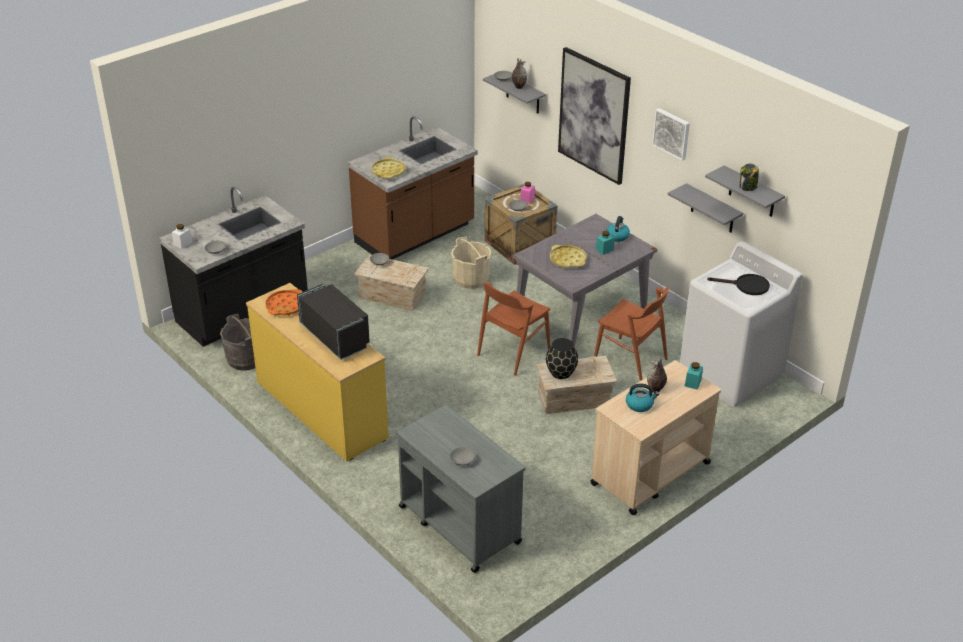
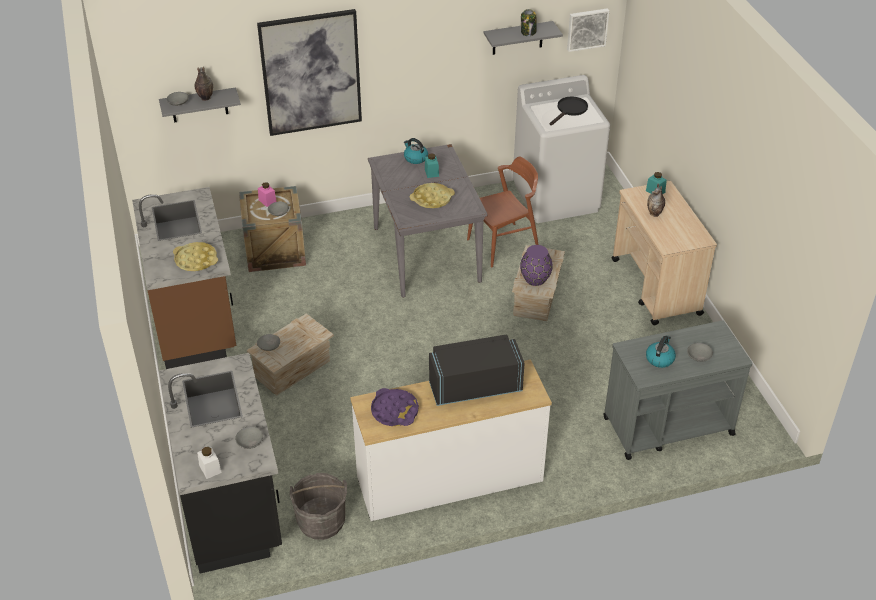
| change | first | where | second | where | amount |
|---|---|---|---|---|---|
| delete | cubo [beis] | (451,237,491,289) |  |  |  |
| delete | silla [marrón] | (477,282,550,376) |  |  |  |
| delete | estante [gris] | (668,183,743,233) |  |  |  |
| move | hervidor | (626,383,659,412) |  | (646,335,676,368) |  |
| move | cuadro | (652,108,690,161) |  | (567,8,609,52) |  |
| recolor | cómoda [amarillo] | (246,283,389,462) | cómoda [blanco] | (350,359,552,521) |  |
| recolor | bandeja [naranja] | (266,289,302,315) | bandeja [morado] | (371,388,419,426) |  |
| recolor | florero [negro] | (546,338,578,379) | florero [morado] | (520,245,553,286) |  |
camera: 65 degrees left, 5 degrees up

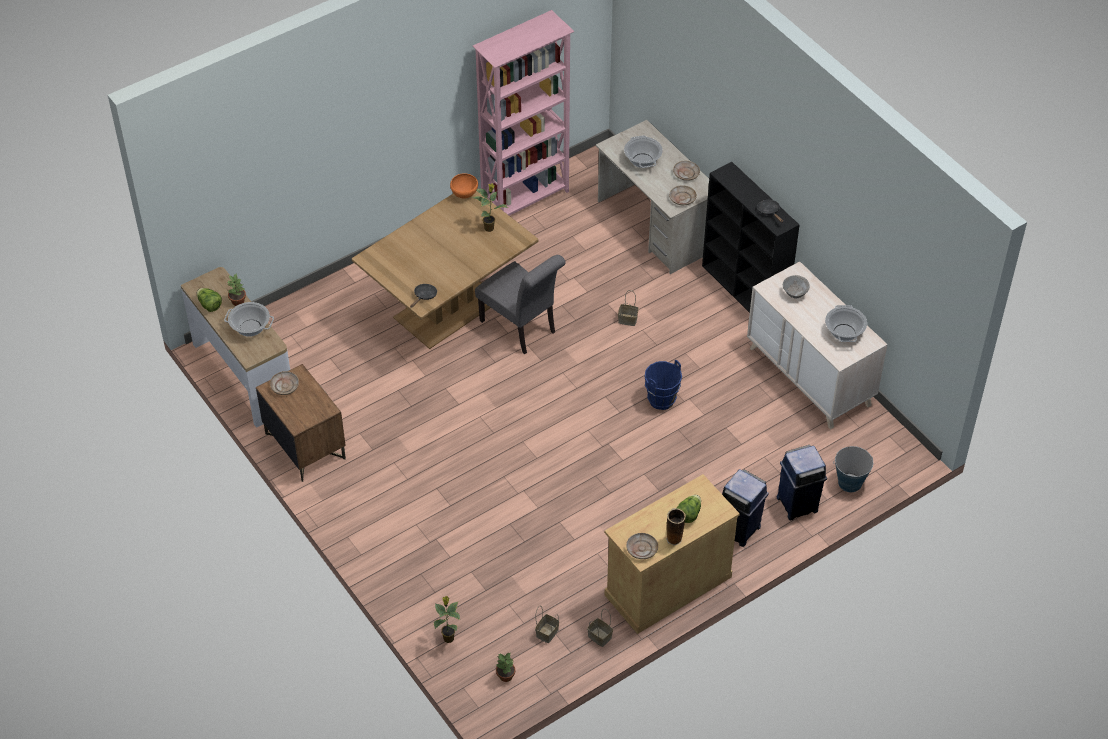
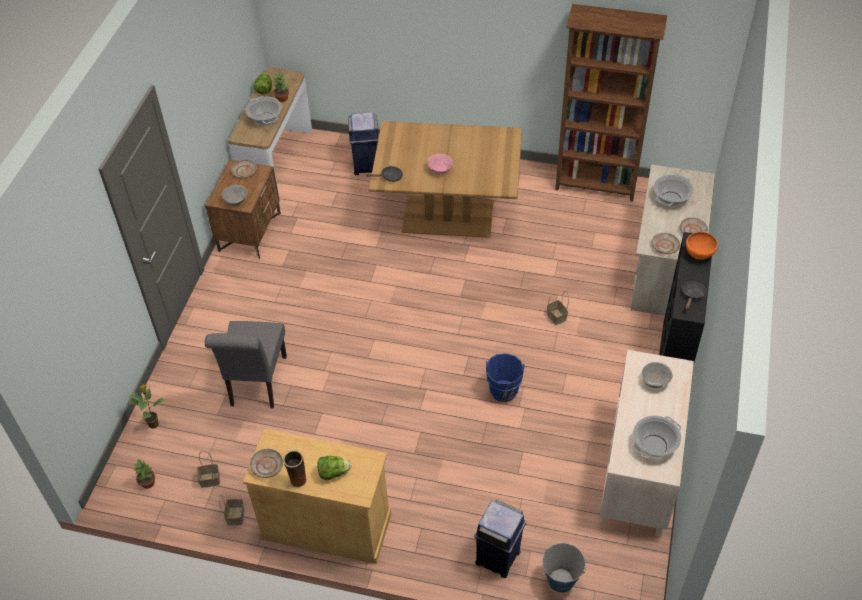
| change | first | where | second | where | amount |
|---|---|---|---|---|---|
| delete | planta en maceta | (472,184,508,232) |  |  |  |
| insert |  |  | cuenco [gris] | (222,185,247,206) |  |
| insert |  |  | cuenco [rosa] | (427,154,453,174) |  |
| move | cuenco [naranja] | (450,173,478,199) |  | (686,232,718,260) |  |
| move | silla [gris] | (475,255,566,354) |  | (205,321,287,408) |  |
| move | papelera [azul] | (722,469,769,547) |  | (348,112,379,175) |  |
| recolor | estantería [rosa] | (473,10,575,216) | estantería [marrón] | (555,4,667,202) |  |
camera: 50 degrees right, 0 degrees up

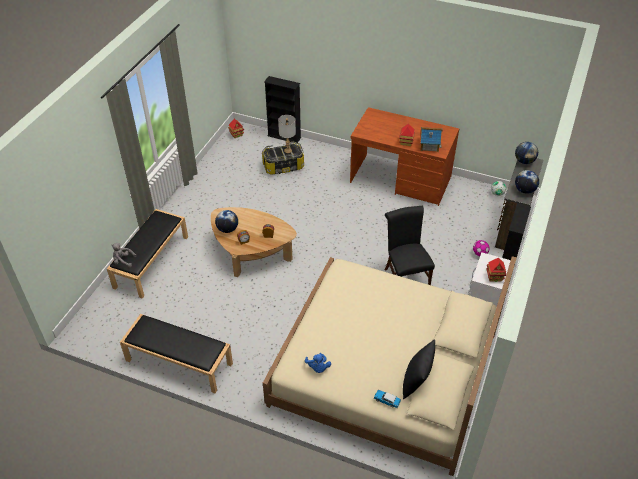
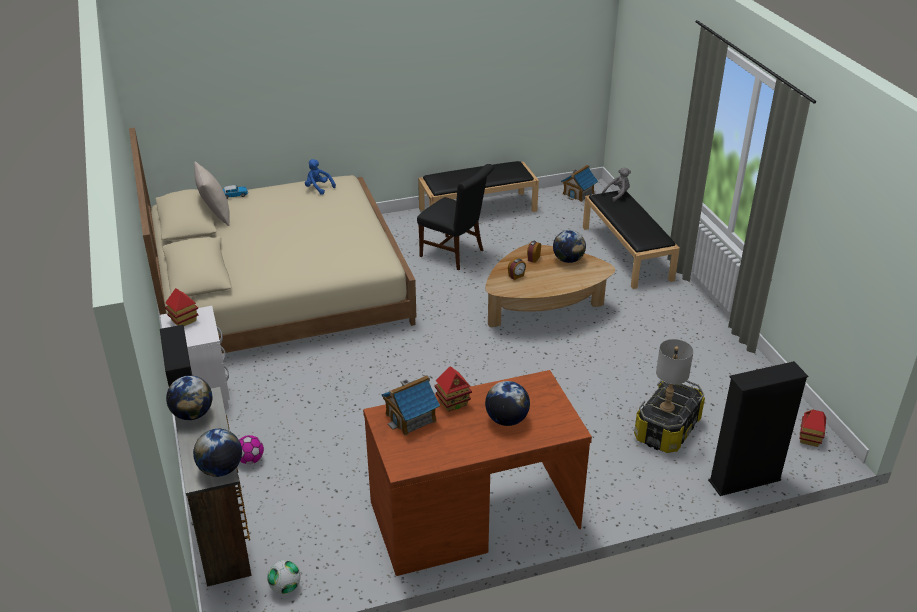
| change | first | where | second | where | amount |
|---|---|---|---|---|---|
| insert |  |  | globo terráqueo | (485,381,530,426) |  |
| insert |  |  | casita | (561,165,598,202) |  |
| move | silla [negro] | (385,206,435,285) |  | (417,164,494,270) |  |
| recolor | cojín [negro] | (403,340,435,400) | cojín [beis] | (194,161,230,226) |  |
camera: 140 degrees right, 10 degrees down

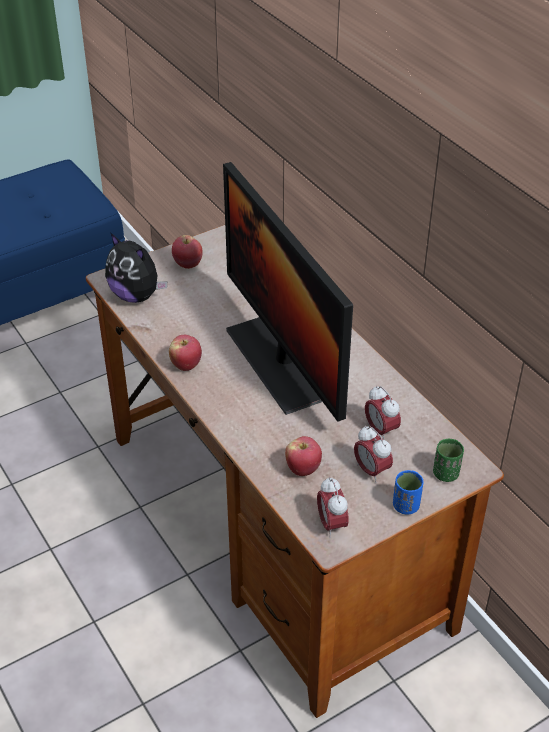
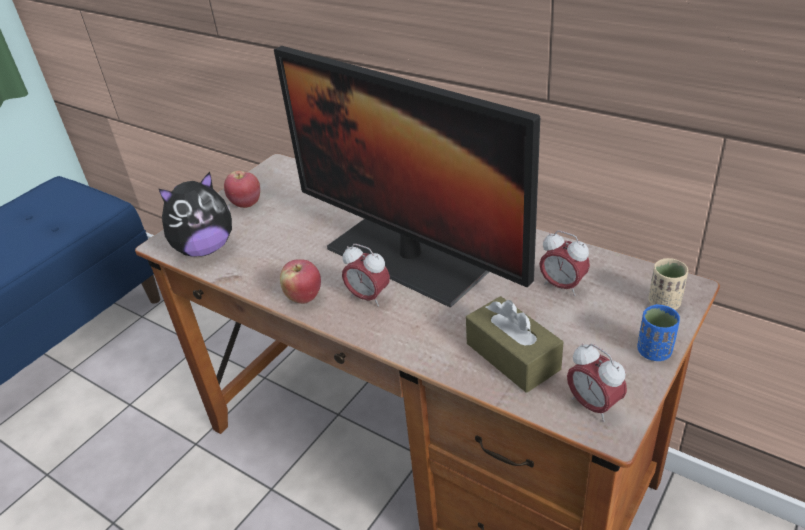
| change | first | where | second | where | amount |
|---|---|---|---|---|---|
| move | despertador | (354,426,393,483) |  | (342,244,390,307) |  |
| replace | manzana | (285,436,322,476) | caja de pañuelos [marrón] | (466,296,563,393) |  |
| recolor | taza [verde] | (433,439,464,482) | taza [beis] | (648,258,688,310) |  |
| rotate | peluche | (105,233,167,303) |  | (159,172,232,257) | 45 degrees counterclockwise |
camera: 20 degrees left, 5 degrees down

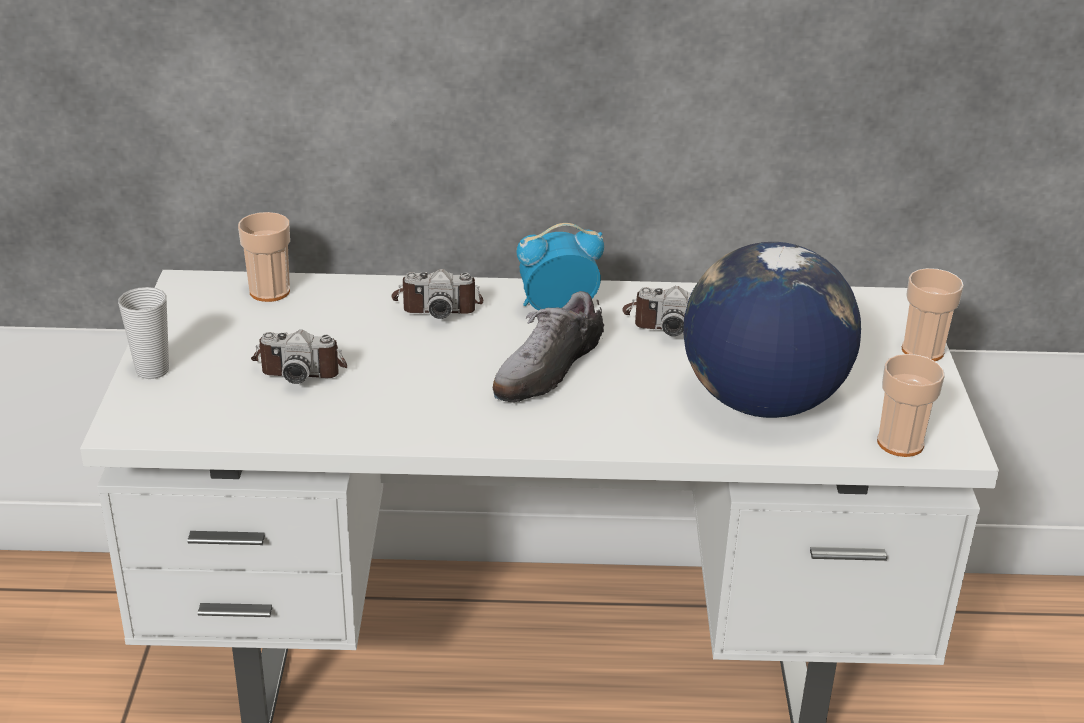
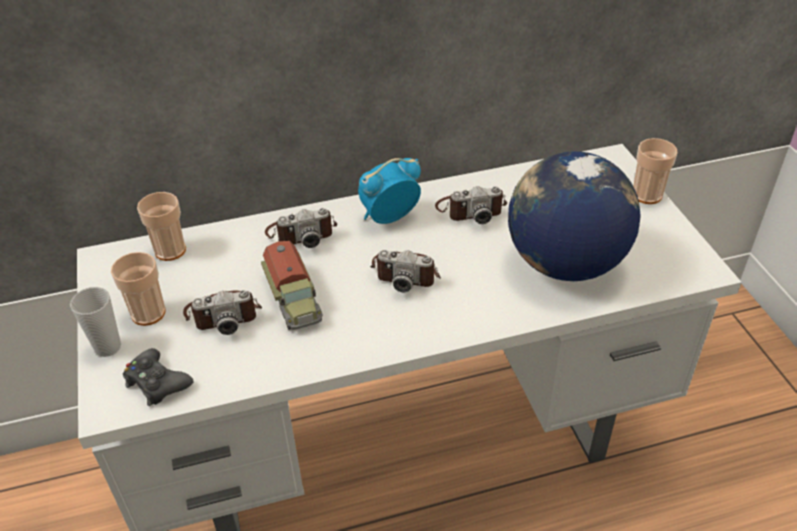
| change | first | where | second | where | amount |
|---|---|---|---|---|---|
| insert |  |  | mando de consola [negro] | (123,348,193,406) |  |
| insert |  |  | camión de juguete | (261,241,323,330) |  |
| move | taza | (877,354,945,457) |  | (111,252,166,326) |  |
| replace | zapato | (493,291,604,403) | cámara | (370,250,441,292) |  |
camera: 15 degrees left, 10 degrees up

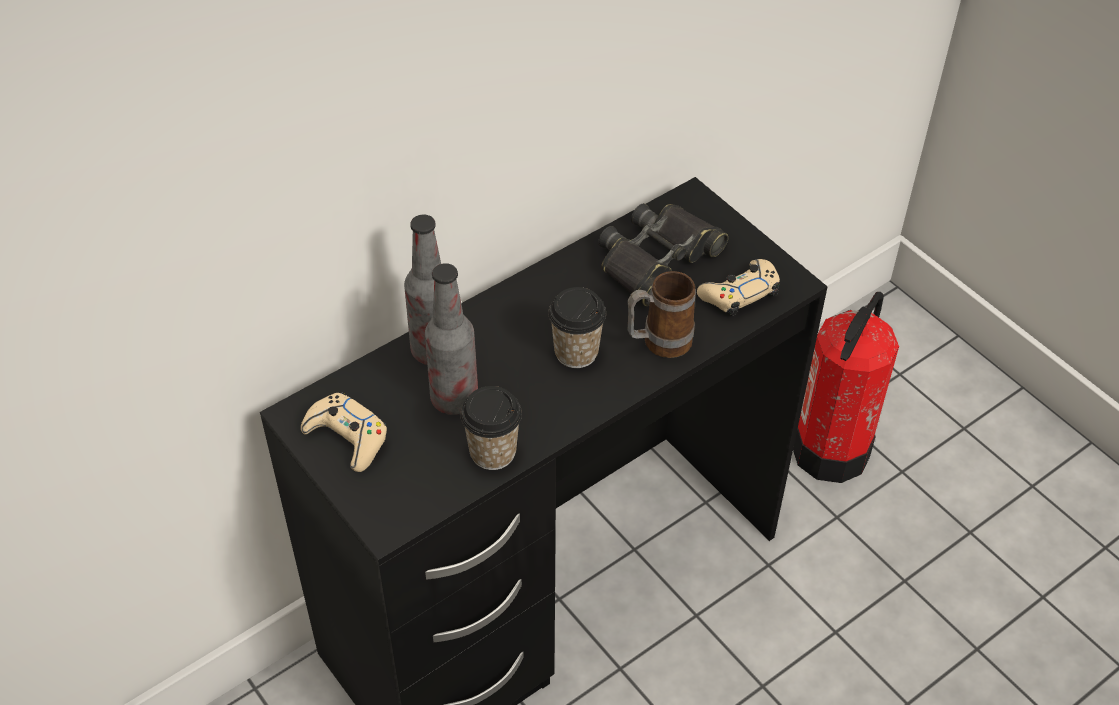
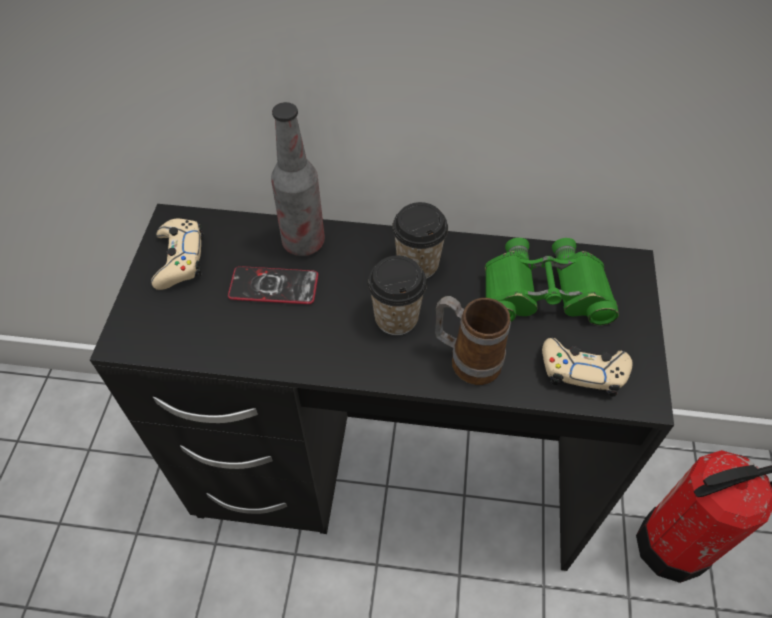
| change | first | where | second | where | amount |
|---|---|---|---|---|---|
| move | taza | (460,386,522,470) |  | (392,202,448,279) |  |
| replace | botella | (425,263,478,415) | móvil | (228,266,318,304) |  |
| recolor | prismáticos [negro] | (598,203,728,306) | prismáticos [verde] | (485,238,619,325) |  |
camera: 45 degrees right, 5 degrees up

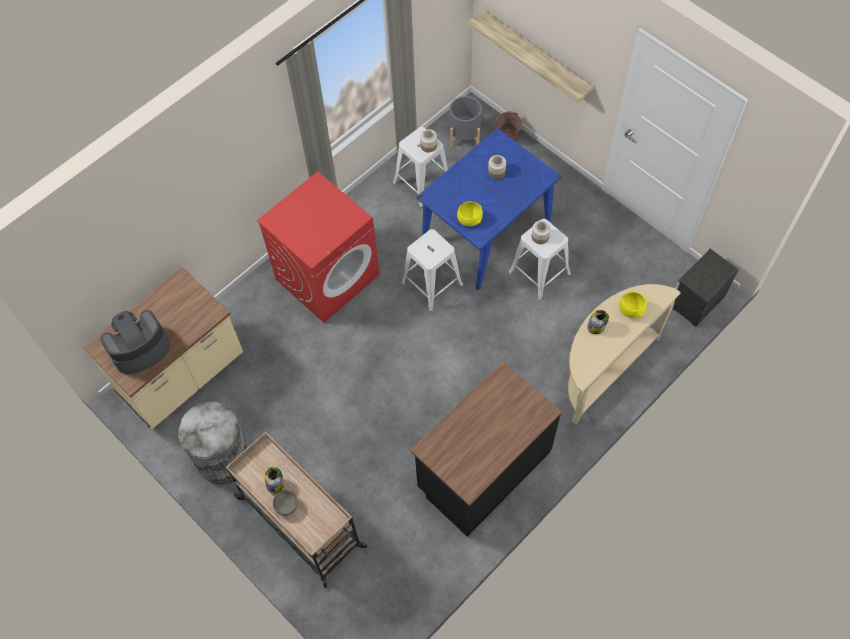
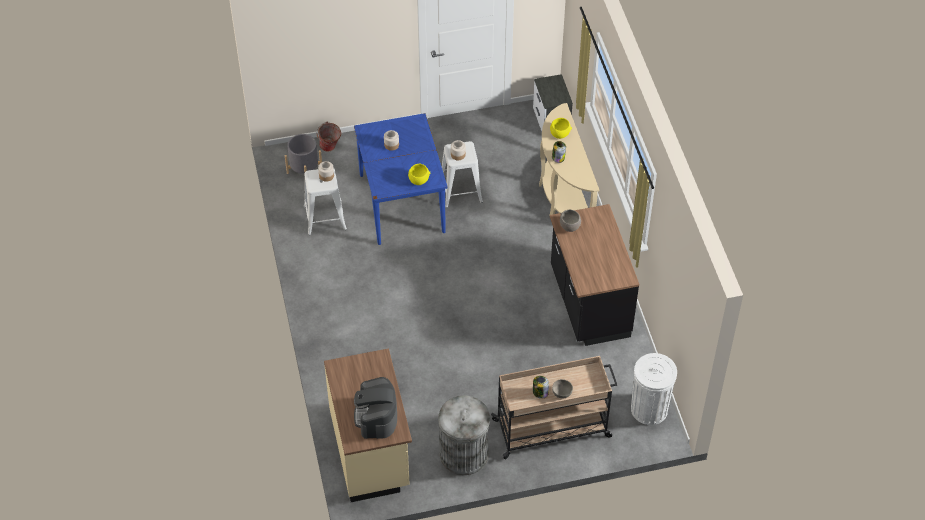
| change | first | where | second | where | amount |
|---|---|---|---|---|---|
| delete | lavadora [rojo] | (257,171,380,323) |  |  |  |
| delete | taburete [blanco] | (401,229,463,312) |  |  |  |
| delete | estante | (468,10,594,103) |  |  |  |
| insert |  |  | cuenco [gris] | (560,210,581,232) |  |
| insert |  |  | papelera [blanco] | (631,353,677,425) |  |
camera: 60 degrees left, 10 degrees down

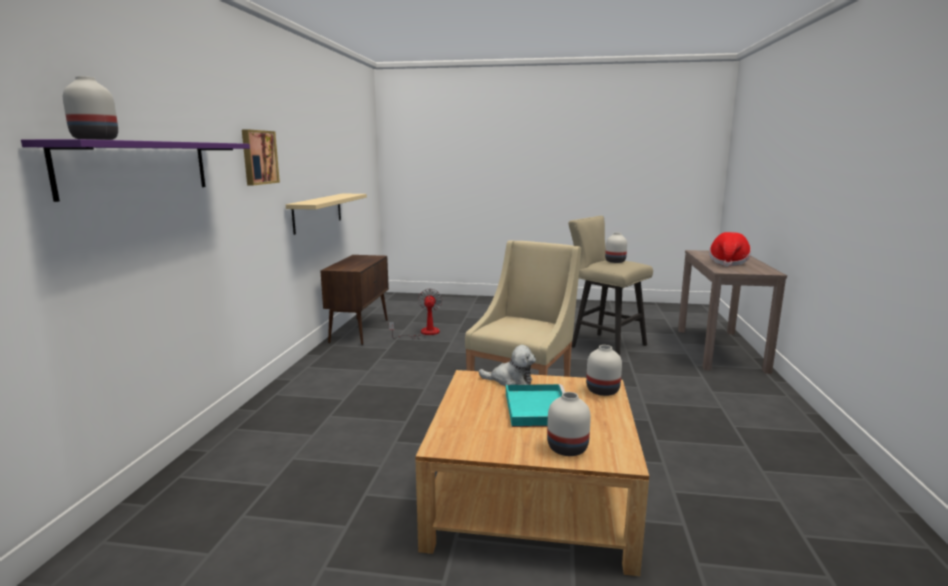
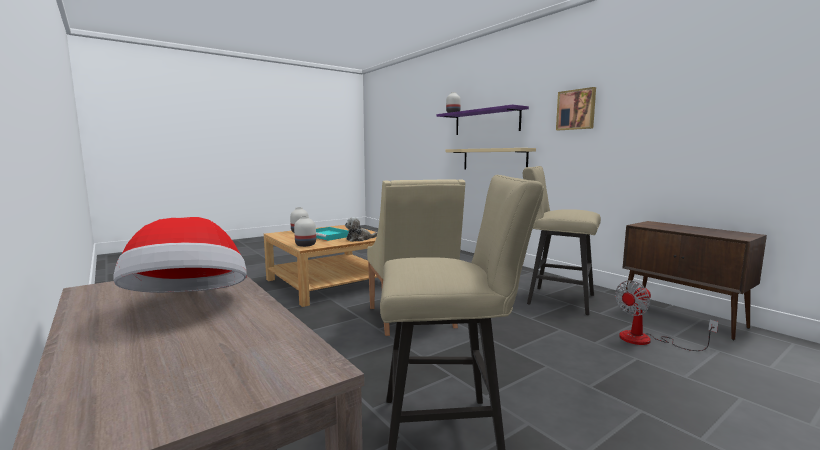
| change | first | where | second | where | amount |
|---|---|---|---|---|---|
| delete | florero [blanco] | (605,233,627,263) |  |  |  |
| insert |  |  | taburete [beis] | (523,166,601,315) |  |
| move | estante [beis] | (286,194,367,235) |  | (446,148,536,170) |  |
| rotate | ventilador | (389,288,442,339) |  | (615,281,719,351) | 105 degrees clockwise |
camera: 135 degrees right, 5 degrees down

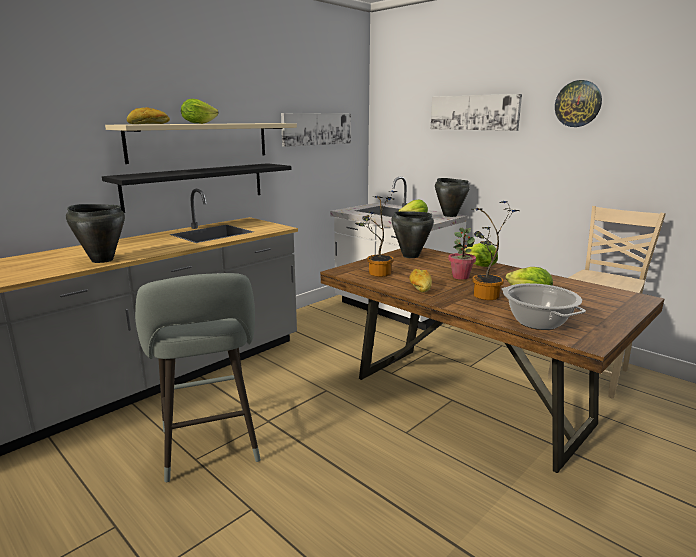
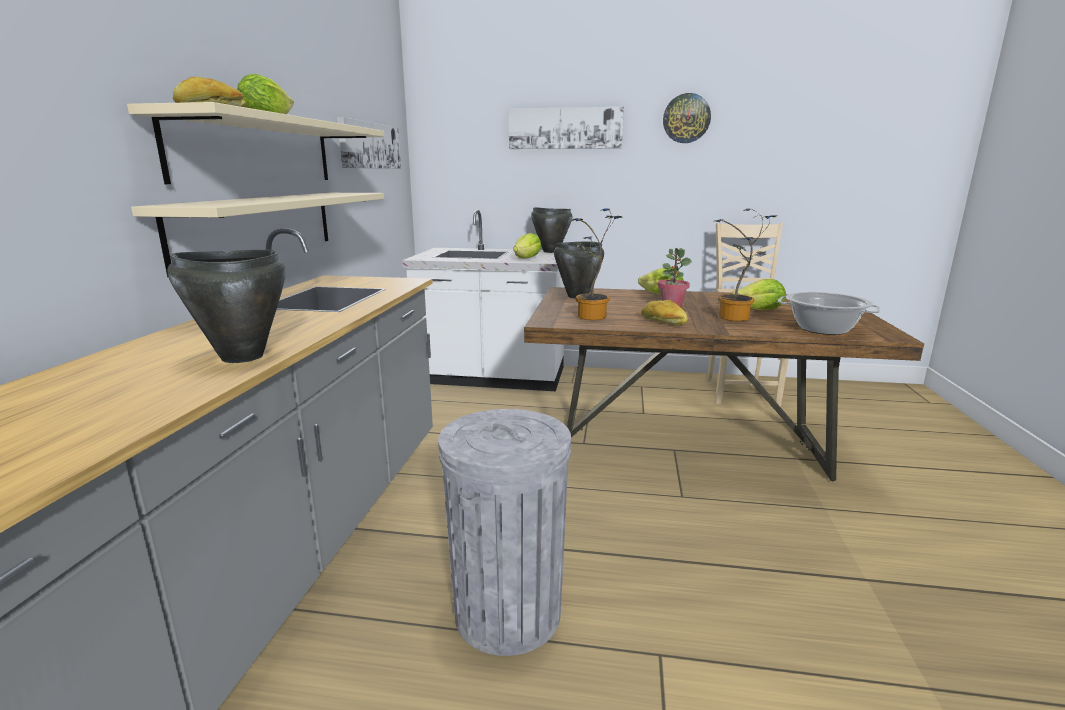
| change | first | where | second | where | amount |
|---|---|---|---|---|---|
| replace | taburete [gris] | (135,273,261,482) | papelera [gris] | (438,409,571,656) |  |
| recolor | estante [negro] | (102,163,291,213) | estante [beis] | (131,193,384,278) |  |
camera: 35 degrees left, 0 degrees up

